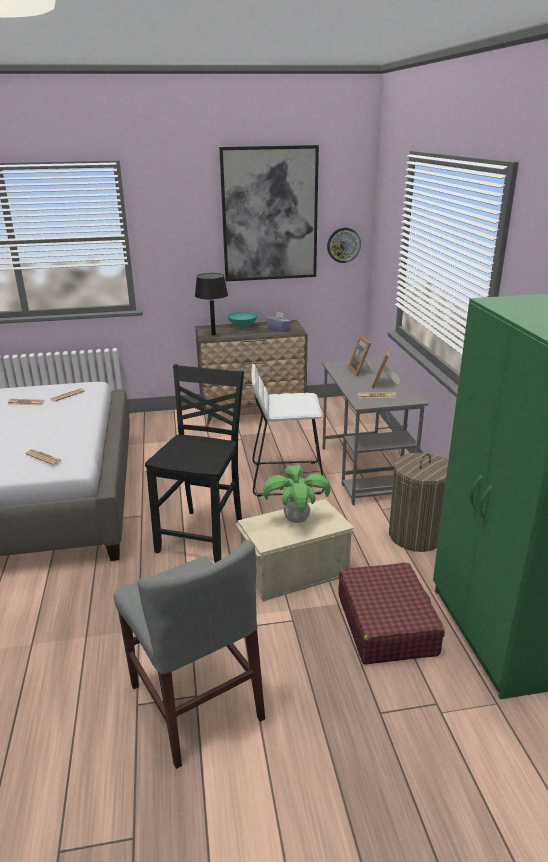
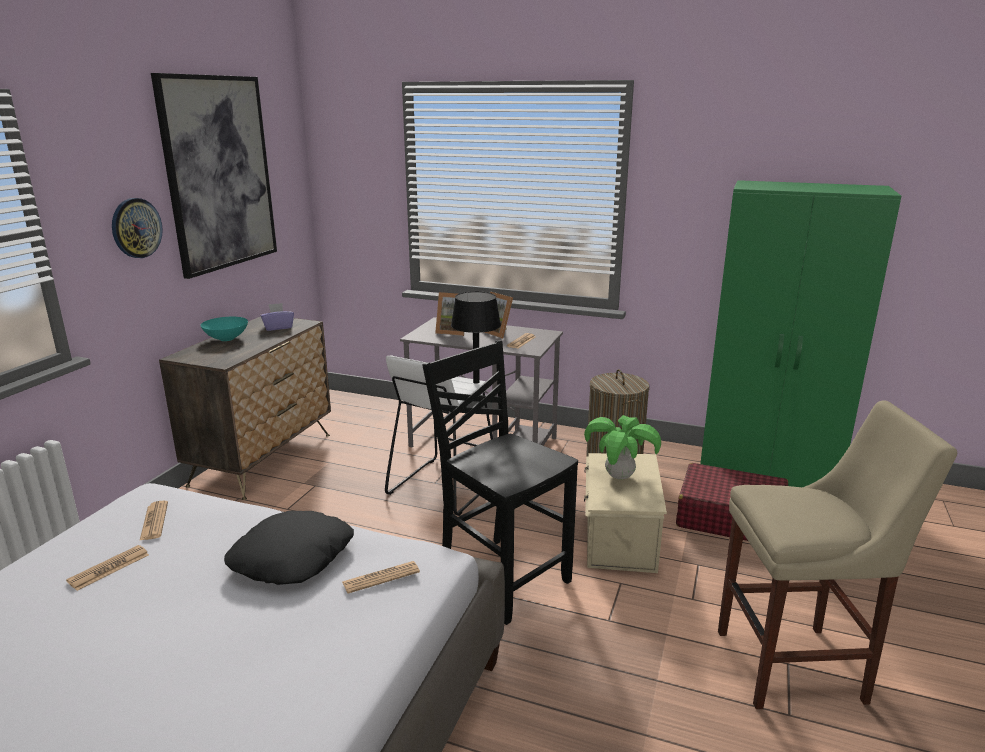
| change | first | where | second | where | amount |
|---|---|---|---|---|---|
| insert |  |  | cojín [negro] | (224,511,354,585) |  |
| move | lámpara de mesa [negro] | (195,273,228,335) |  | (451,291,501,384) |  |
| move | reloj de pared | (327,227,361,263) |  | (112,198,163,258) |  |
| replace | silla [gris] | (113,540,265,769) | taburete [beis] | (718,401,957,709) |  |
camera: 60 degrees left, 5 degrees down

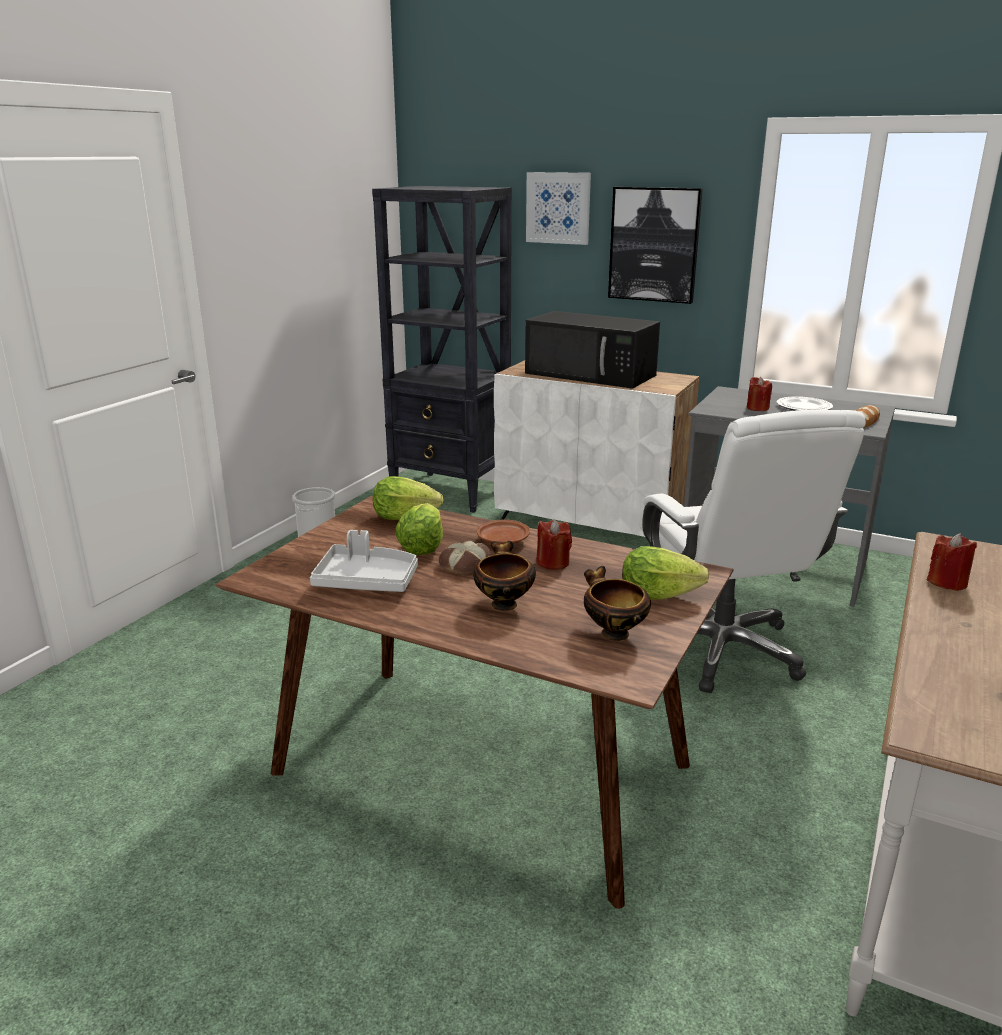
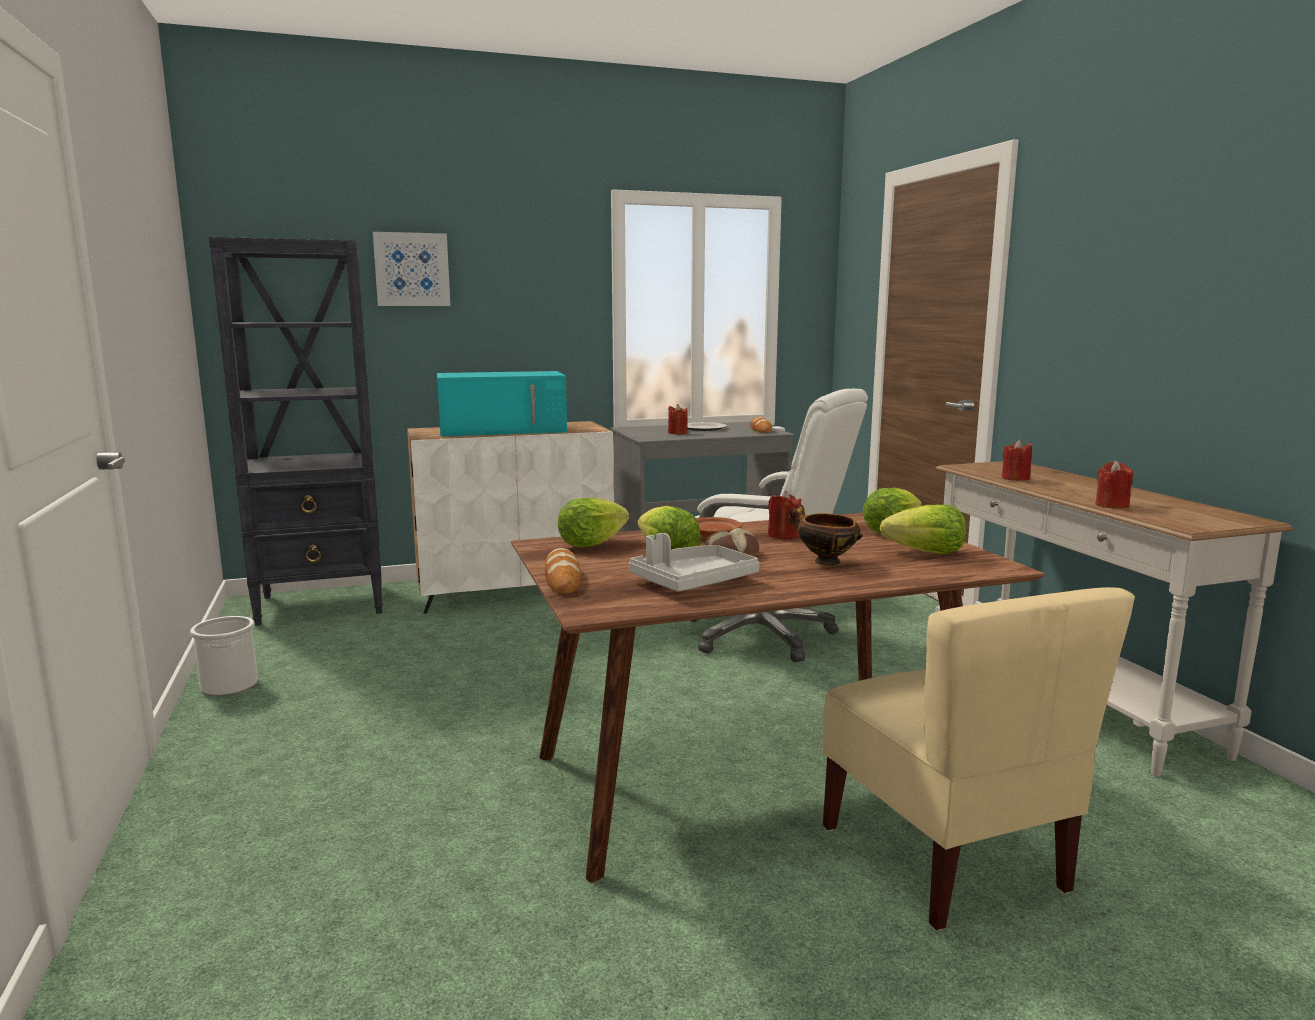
| change | first | where | second | where | amount |
|---|---|---|---|---|---|
| delete | cuadro | (608,187,703,304) |  |  |  |
| insert |  |  | pan | (545,548,581,594) |  |
| insert |  |  | silla [beis] | (823,587,1135,930) |  |
| insert |  |  | vela [rojo] | (1095,460,1133,508) |  |
| replace | cuenco | (584,566,651,641) | lechuga | (880,504,966,554) |  |
| recolor | microondas [negro] | (525,311,660,389) | microondas [turquesa] | (437,371,567,437) |  |
camera: 45 degrees left, 10 degrees down

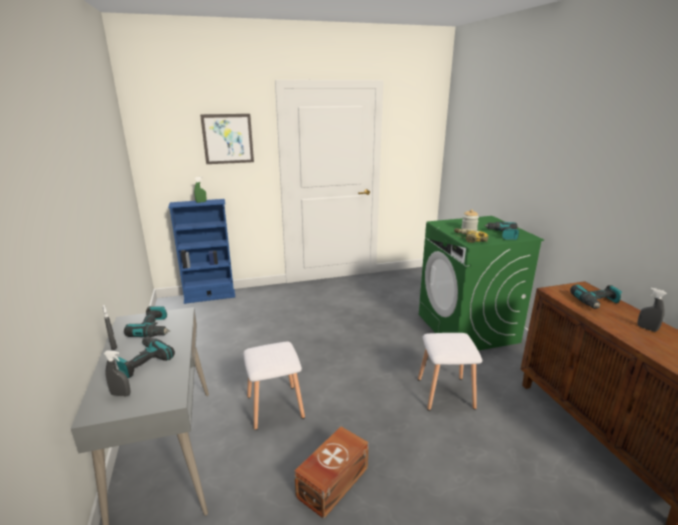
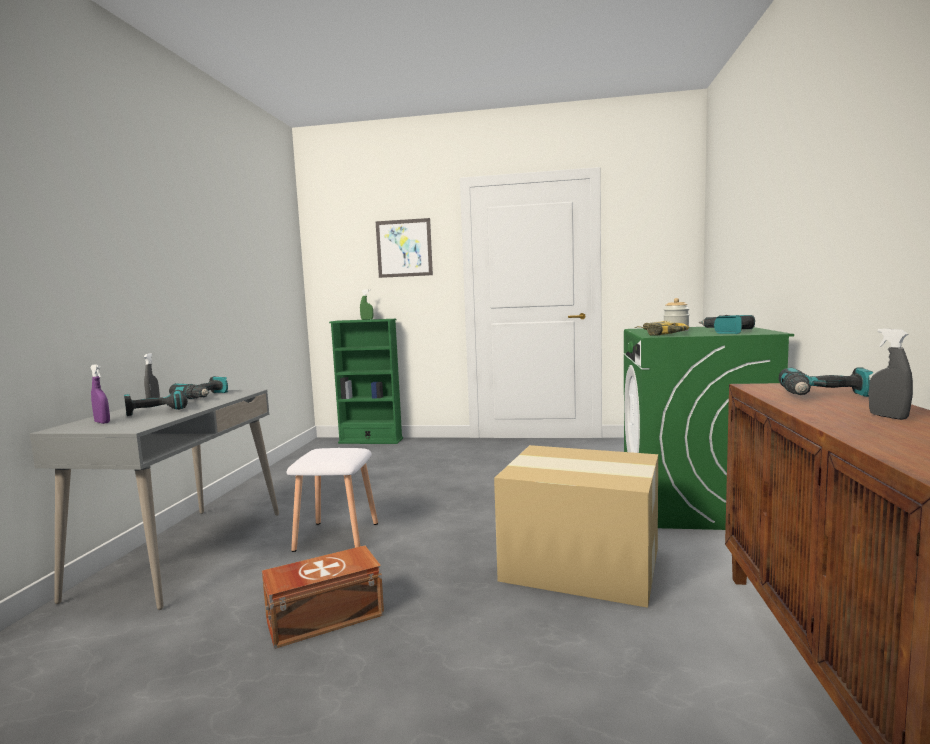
| change | first | where | second | where | amount |
|---|---|---|---|---|---|
| replace | taburete [blanco] | (418,333,482,411) | caja de cartón | (494,445,658,608) |  |
| recolor | pulverizador [gris] | (103,350,130,397) | pulverizador [morado] | (90,365,110,424) |  |
| recolor | estantería [azul] | (168,199,235,304) | estantería [verde] | (329,319,403,444) |  |
camera: 25 degrees right, 15 degrees down

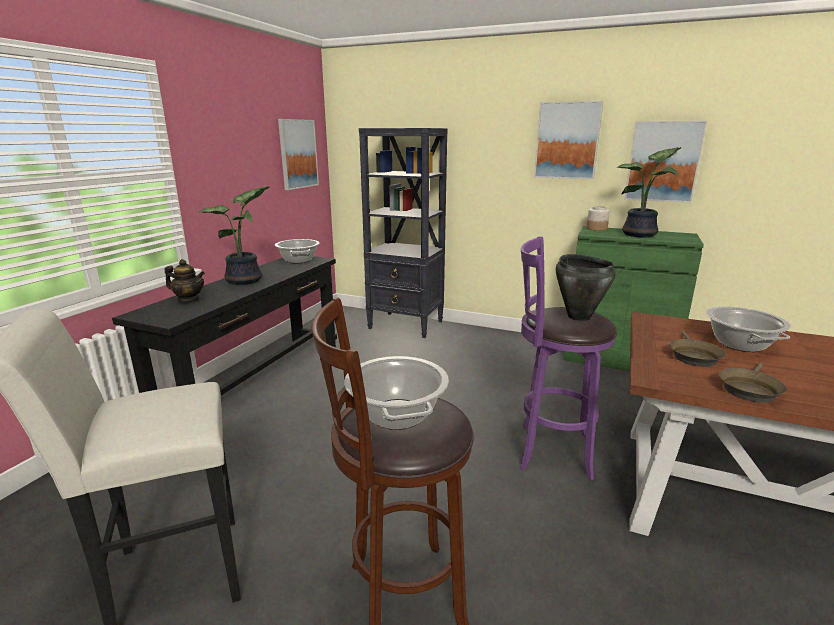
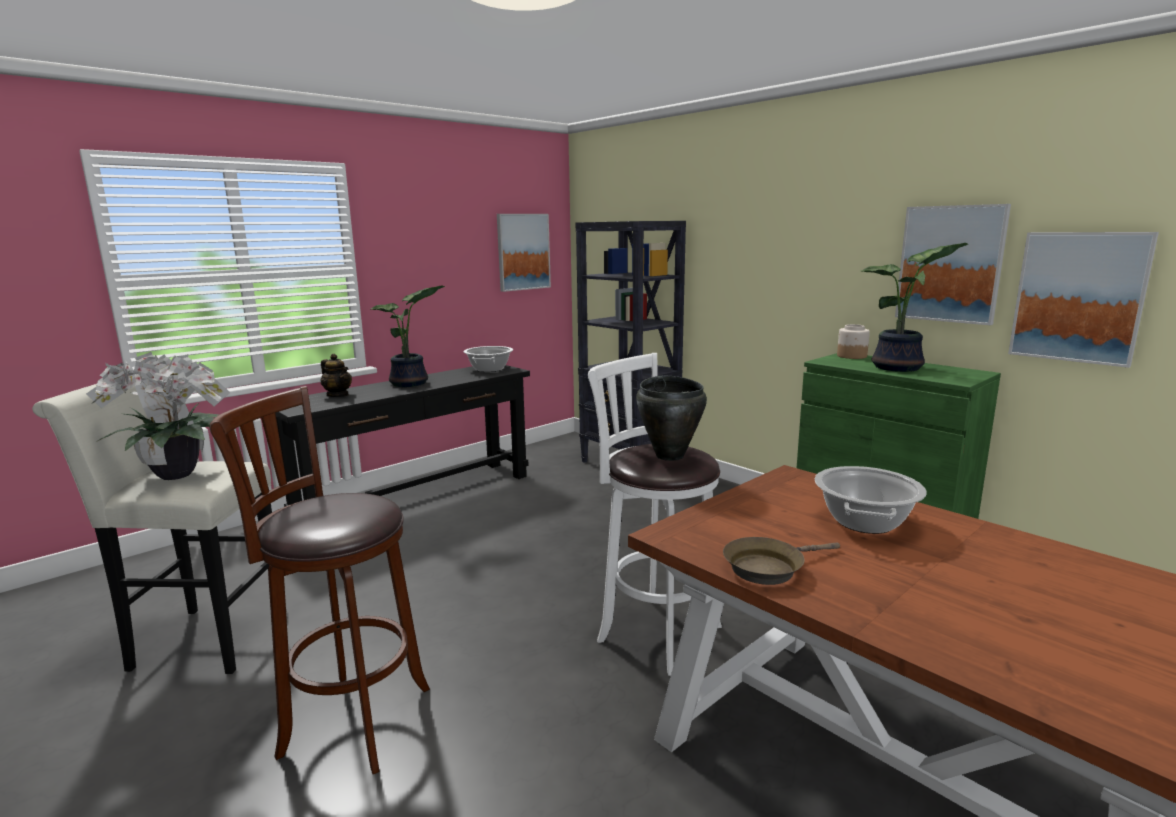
| change | first | where | second | where | amount |
|---|---|---|---|---|---|
| delete | olla | (344,356,449,430) |  |  |  |
| delete | sartén [marrón] | (669,331,726,367) |  |  |  |
| insert |  |  | planta en maceta | (86,352,230,480) |  |
| move | cuadro | (534,101,603,180) |  | (1008,232,1159,368) |  |
| recolor | taburete [morado] | (520,236,617,481) | taburete [blanco] | (588,353,722,676) |  |
camera: 25 degrees right, 5 degrees down

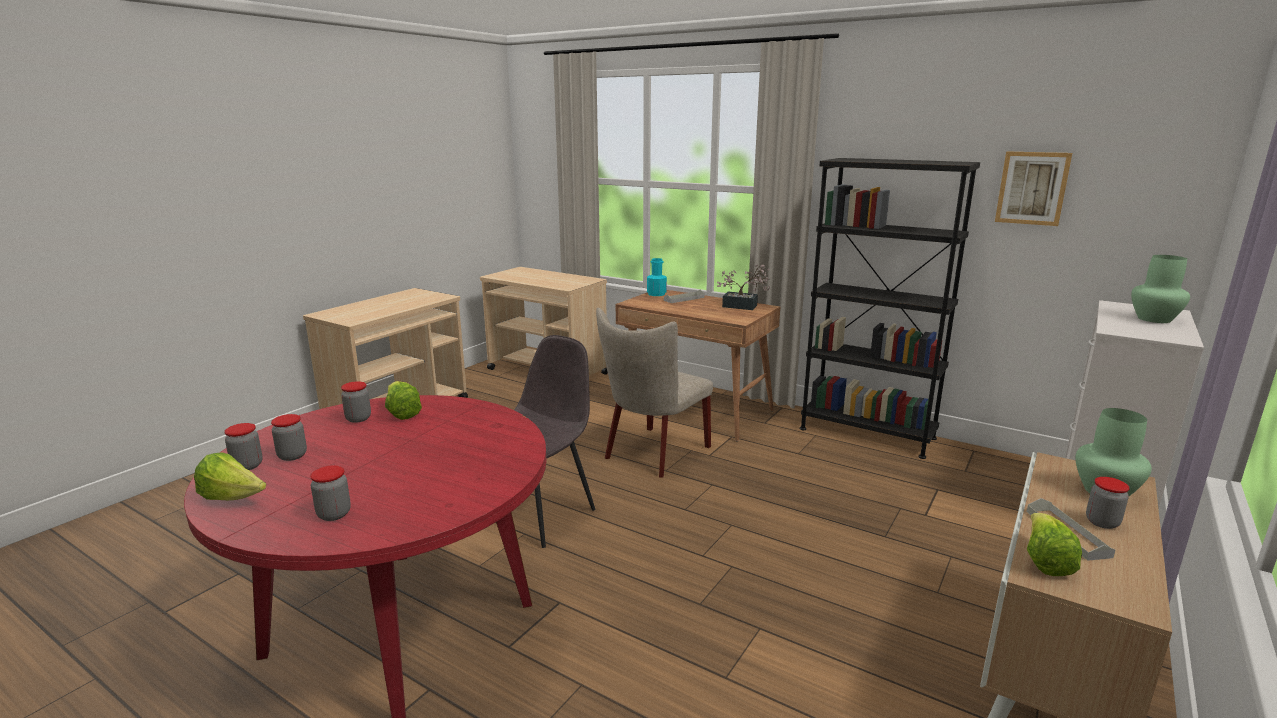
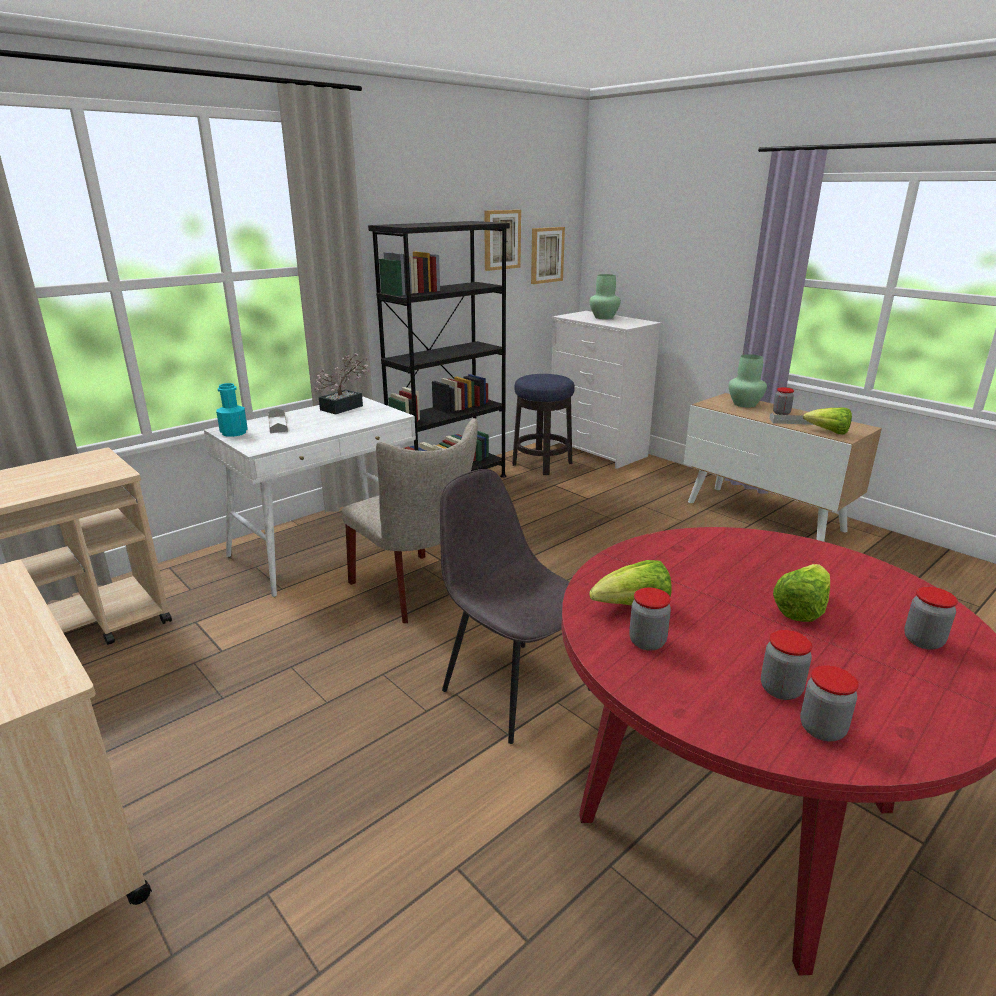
| change | first | where | second | where | amount |
|---|---|---|---|---|---|
| insert |  |  | taburete | (512,374,575,475) |  |
| insert |  |  | cuadro | (531,227,565,284) |  |
| move | lechuga | (194,452,266,500) |  | (773,564,830,622) |  |
| recolor | escritorio [marrón] | (615,290,780,442) | escritorio [blanco] | (204,396,416,597) |  |
camera: 75 degrees left, 5 degrees up

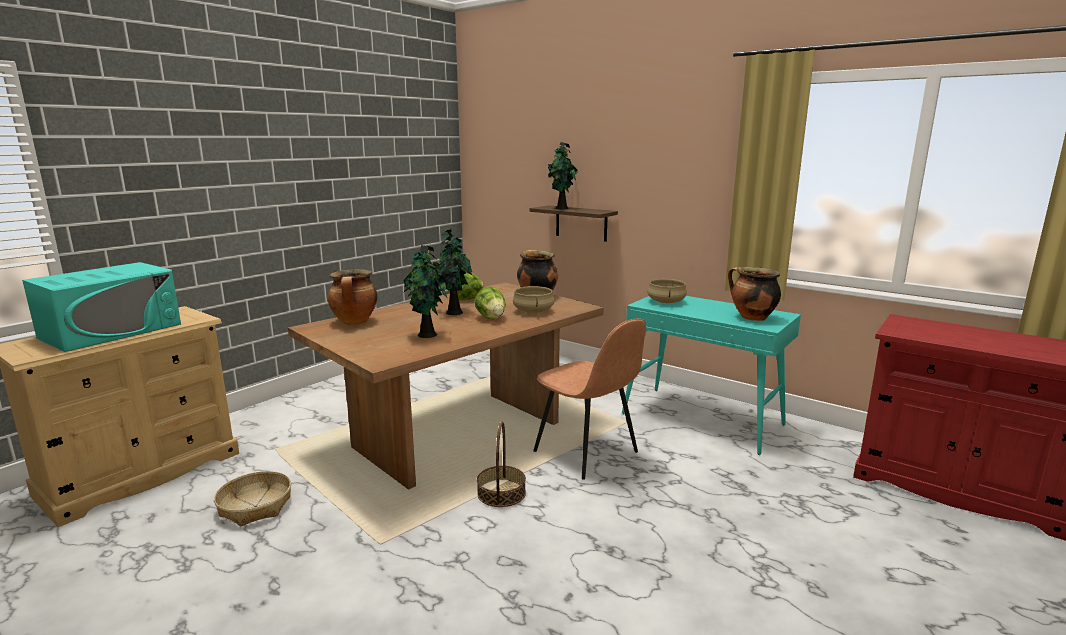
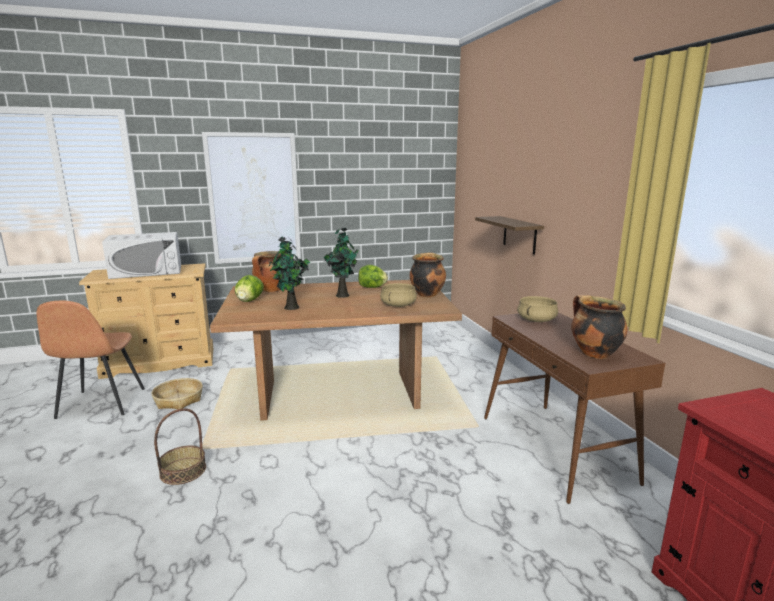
| change | first | where | second | where | amount |
|---|---|---|---|---|---|
| delete | planta en maceta | (548,142,578,209) |  |  |  |
| insert |  |  | cuadro | (202,132,301,264) |  |
| move | lechuga | (474,286,506,319) |  | (235,275,264,302) |  |
| move | cesta | (477,422,526,507) |  | (154,408,206,485) |  |
| move | silla [marrón] | (533,318,646,480) |  | (37,301,145,419) |  |
| recolor | microondas [turquesa] | (22,262,181,352) | microondas [blanco] | (102,232,181,279) |  |
| recolor | mesa consola [turquesa] | (622,296,801,455) | mesa consola [marrón] | (484,312,665,504) |  |
camera: 35 degrees right, 0 degrees up

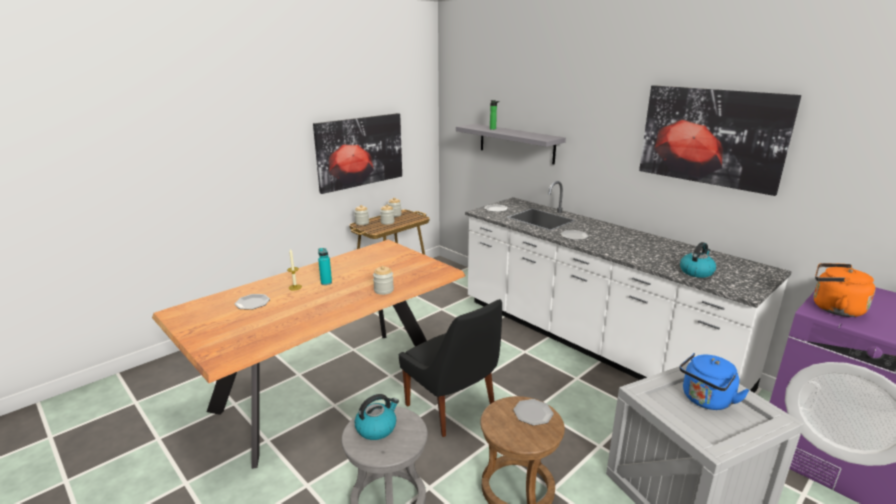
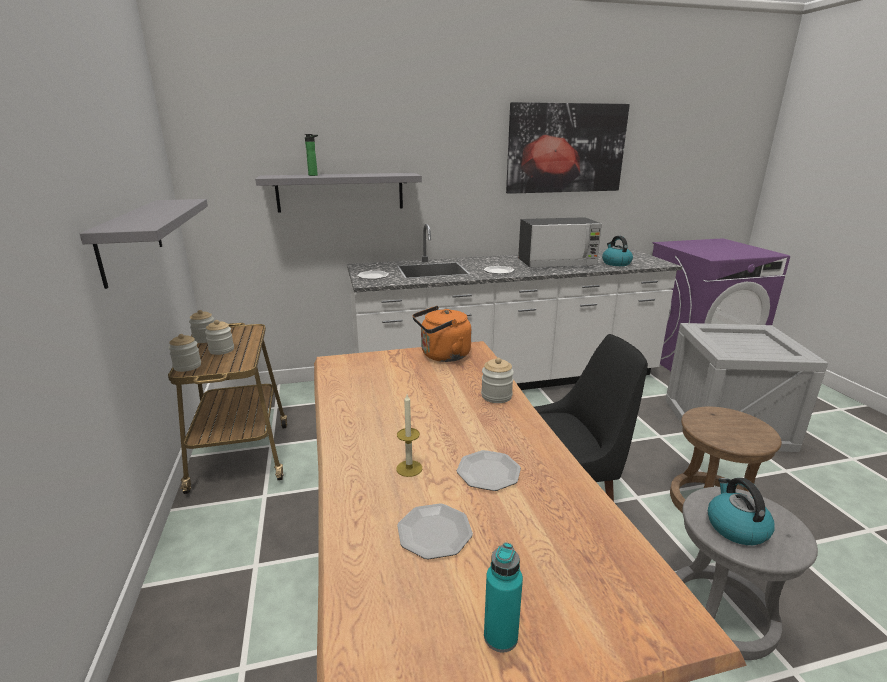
| change | first | where | second | where | amount |
|---|---|---|---|---|---|
| delete | hervidor [azul] | (679,353,750,410) |  |  |  |
| insert |  |  | microondas | (518,217,602,267) |  |
| move | botella [turquesa] | (318,248,332,285) |  | (484,543,523,653) |  |
| move | plato | (513,399,554,426) |  | (457,450,521,491) |  |
| move | hervidor [naranja] | (813,263,876,317) |  | (413,306,471,362) |  |
| replace | cuadro | (313,113,402,194) | estante [gris] | (80,199,208,289) |  |
camera: 60 degrees left, 0 degrees up

